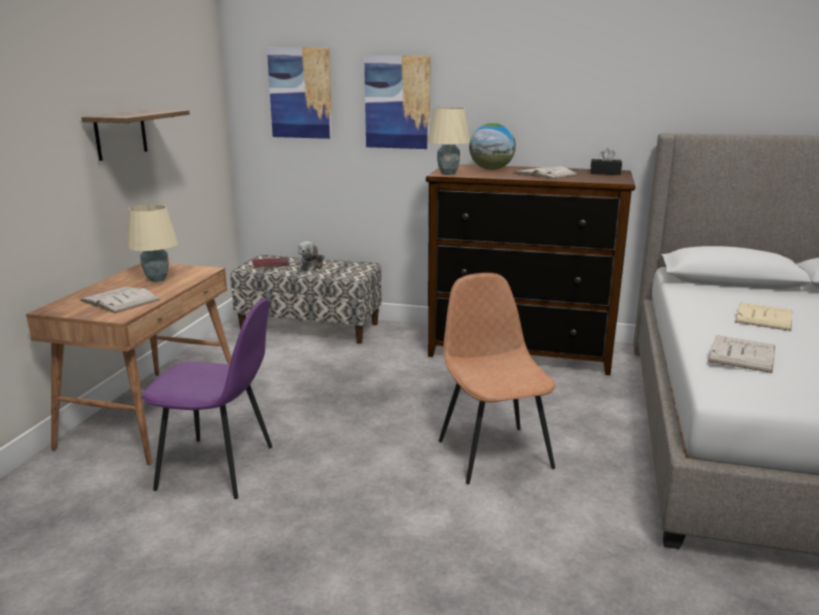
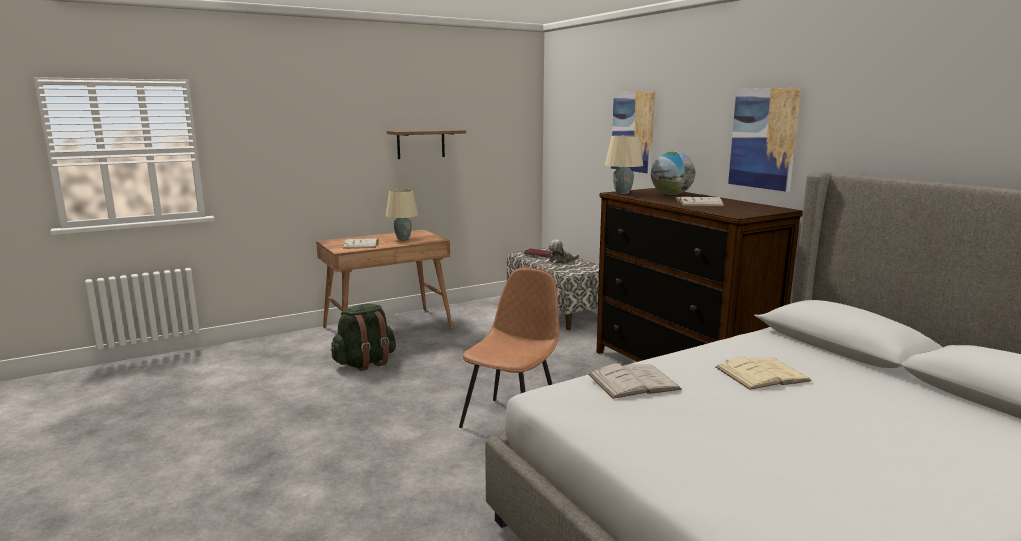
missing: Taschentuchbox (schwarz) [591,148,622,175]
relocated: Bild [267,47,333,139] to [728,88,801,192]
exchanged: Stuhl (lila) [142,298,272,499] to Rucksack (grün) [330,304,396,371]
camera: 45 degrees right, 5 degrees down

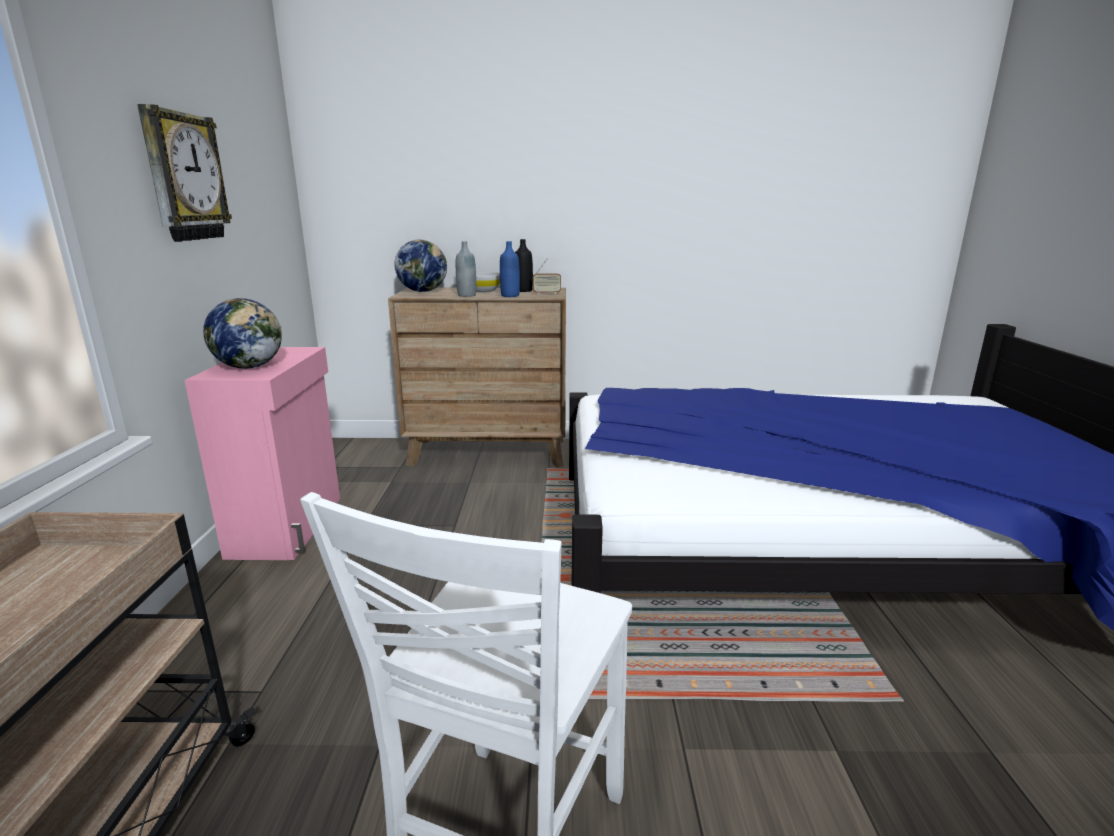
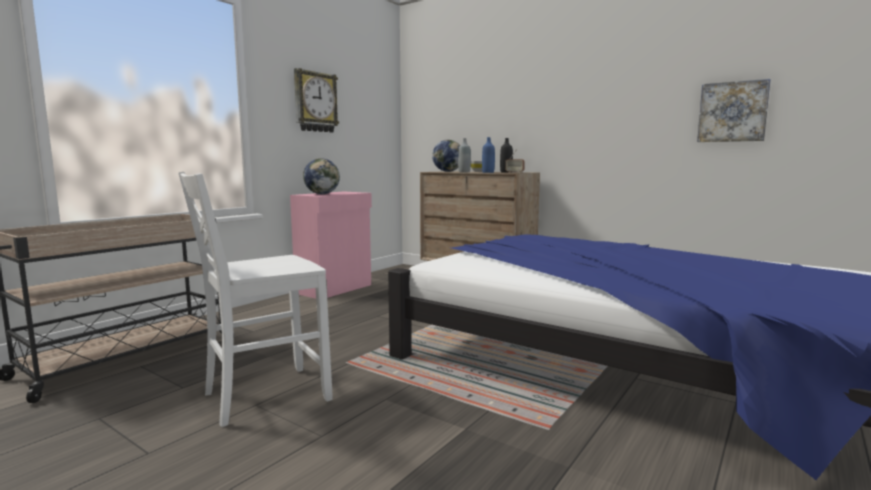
appeared: Bild [697,79,771,142]
camera: 35 degrees right, 10 degrees down

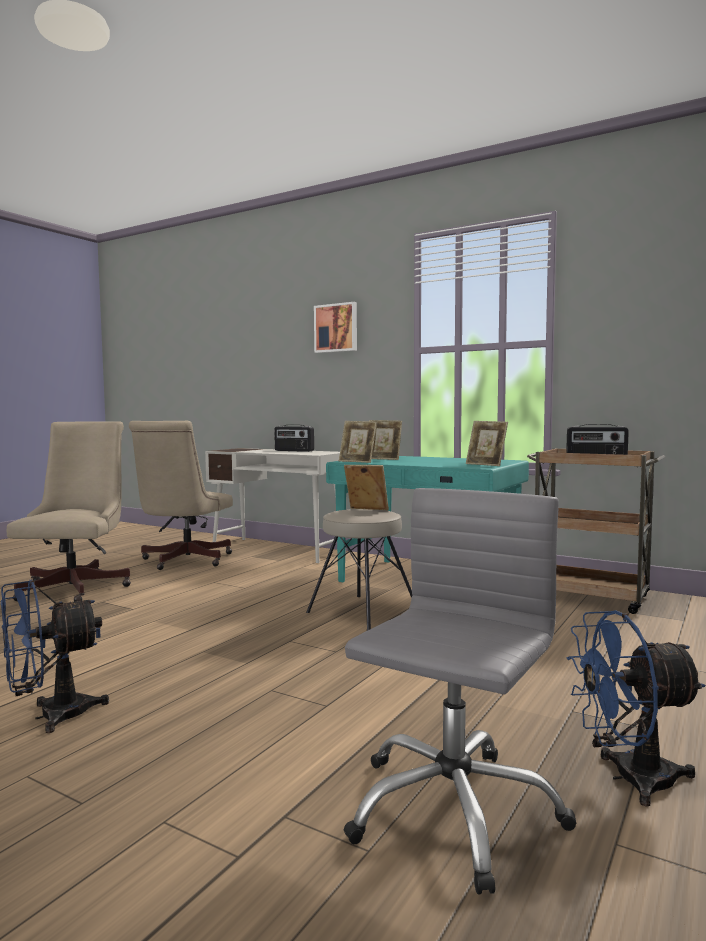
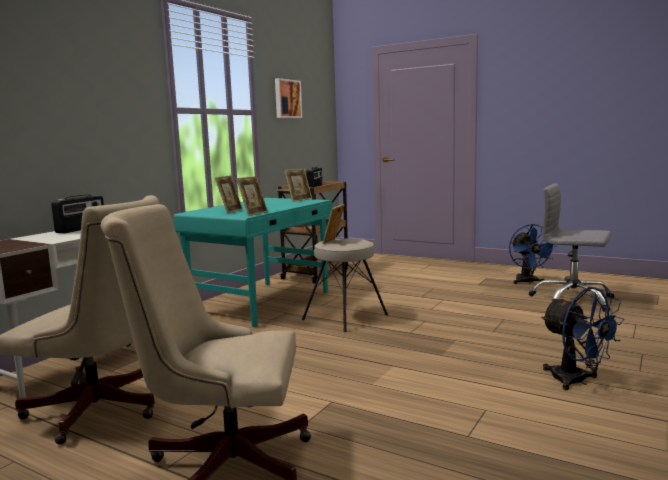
relocated: Bild [314,302,357,353] to [275,78,302,118]
camera: 90 degrees left, 5 degrees up

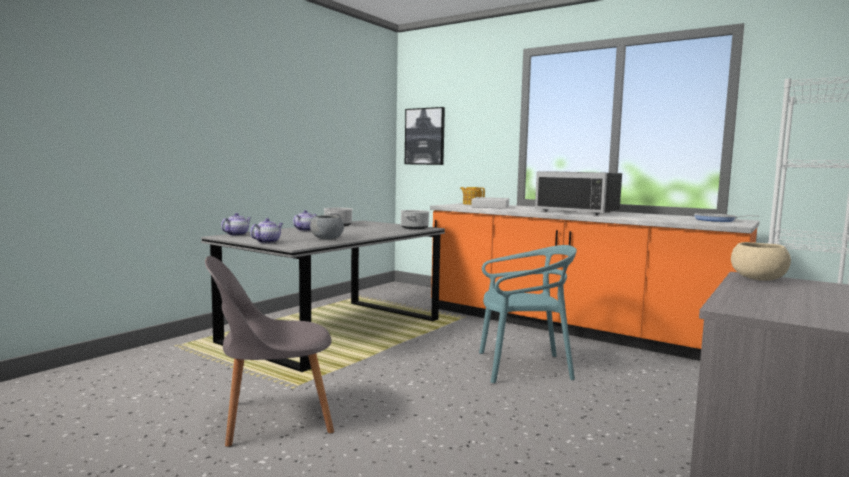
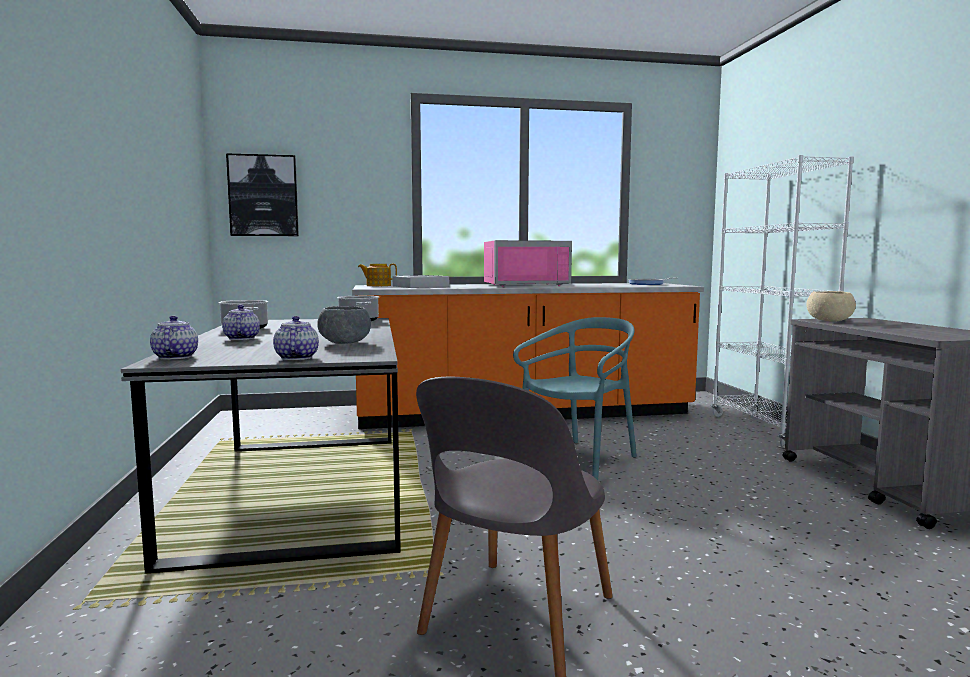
colour: Mikrowelle (schwarz) [535,171,622,215] to Mikrowelle (rosa) [484,240,572,287]
camera: 45 degrees left, 0 degrees up

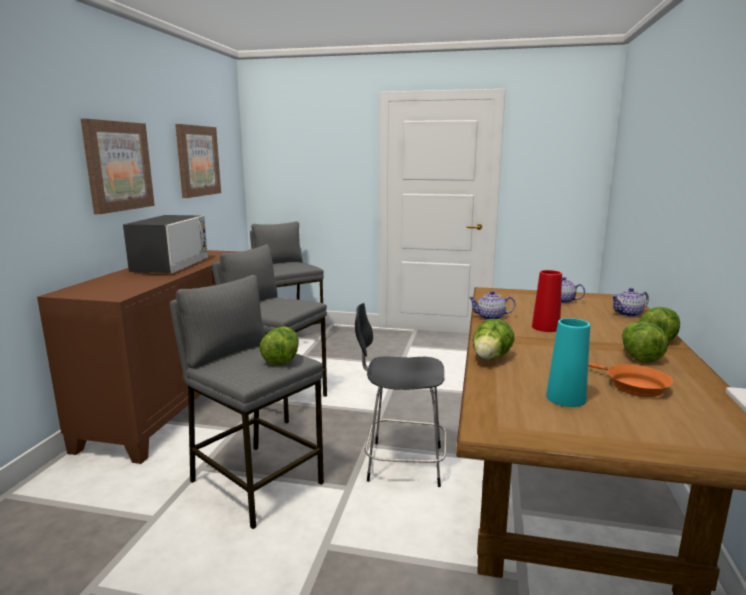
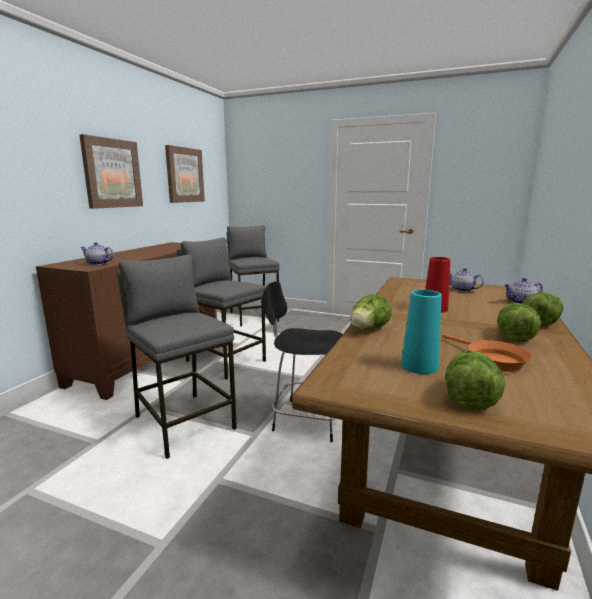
missing: Mikrowelle [123,215,208,274]
relocated: Salatkopf [260,326,299,365] to [445,350,506,410]; Teekanne [468,291,516,320] to [80,242,114,265]
camera: 10 degrees right, 0 degrees up

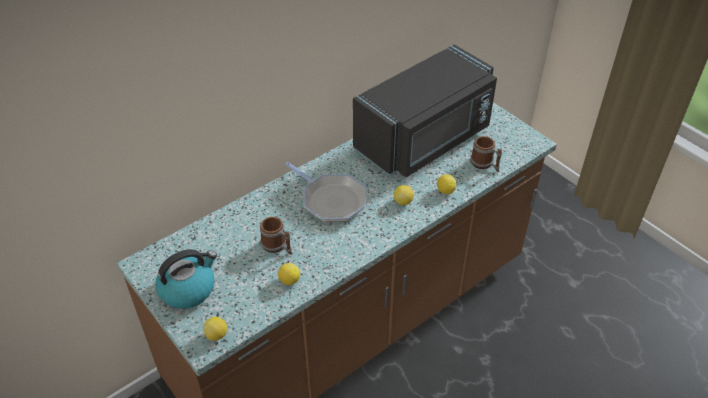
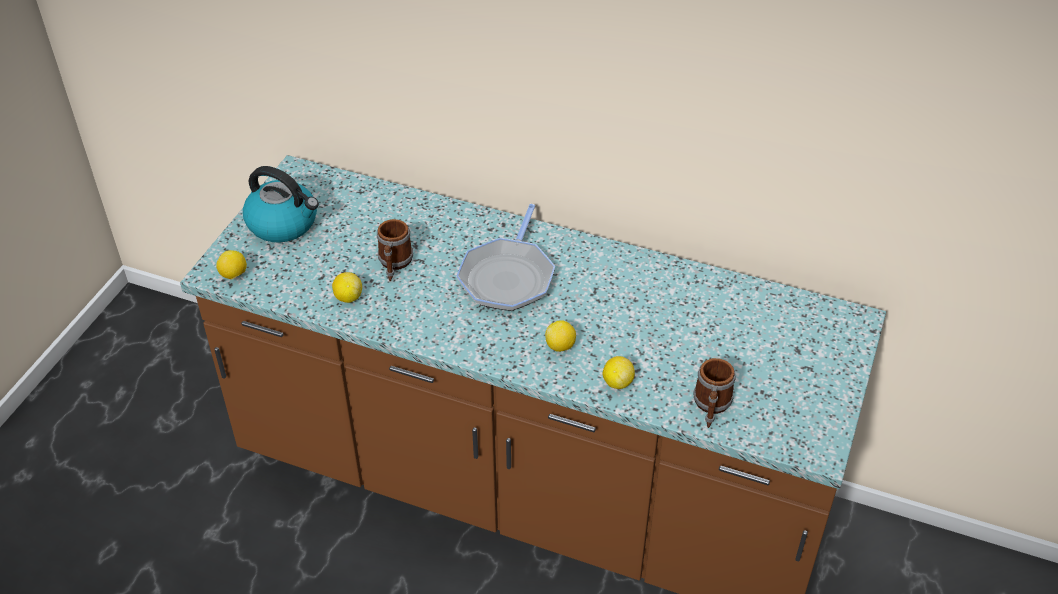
missing: Mikrowelle (schwarz) [353,44,497,177]
camera: 60 degrees right, 0 degrees up

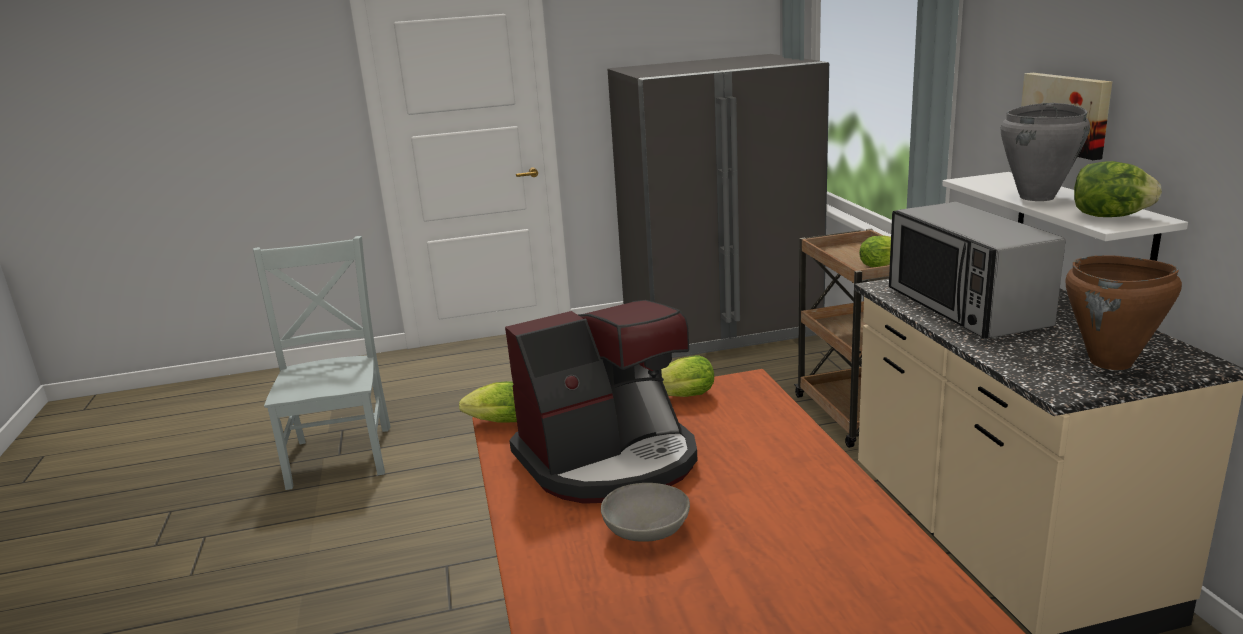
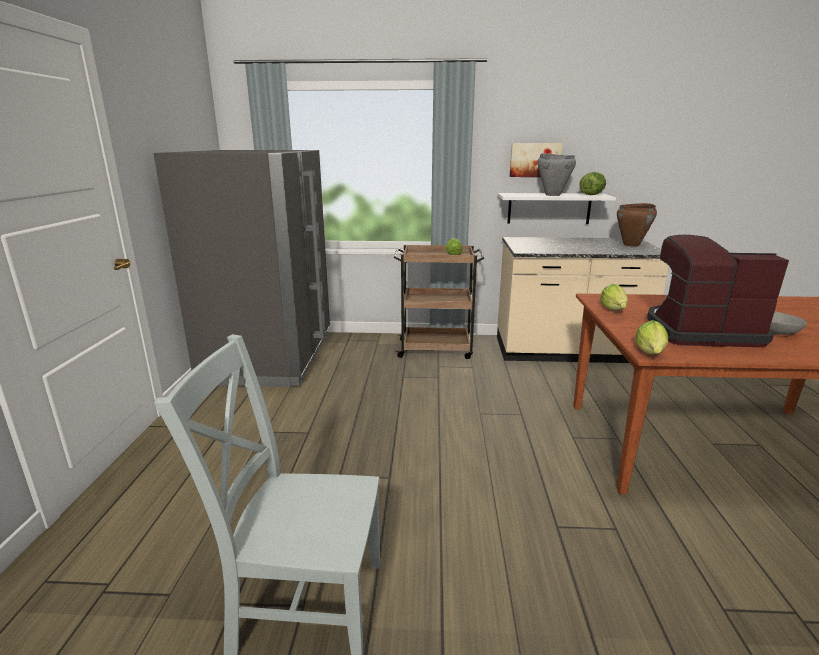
missing: Mikrowelle [889,202,1066,338]
spun: Kaffeemaschine [505,300,698,504] = [647,235,789,347] 75 degrees counterclockwise
camera: 75 degrees left, 0 degrees up

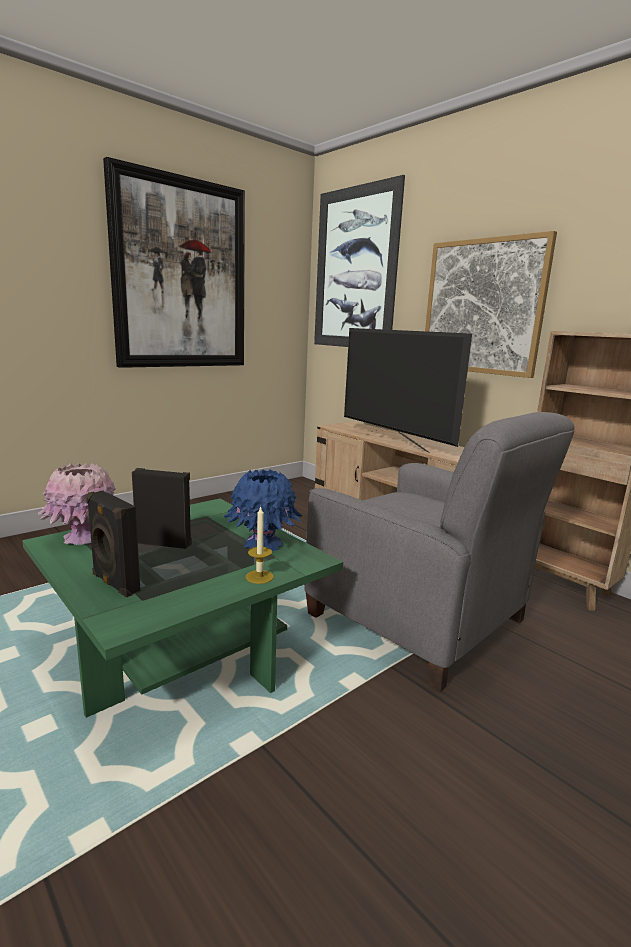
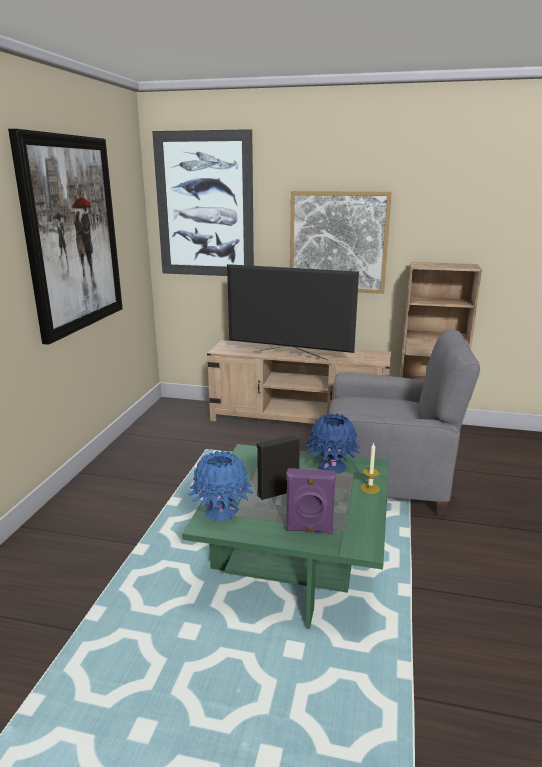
colour: Vase (rosa) [38,463,116,545] to Vase (blau) [189,450,253,522]; Lautsprecher (schwarz) [86,491,141,597] to Lautsprecher (lila) [286,468,336,534]
camera: 35 degrees left, 5 degrees up

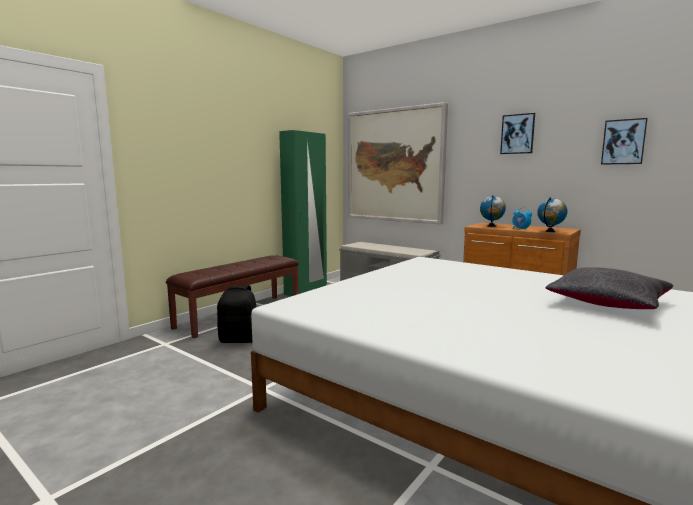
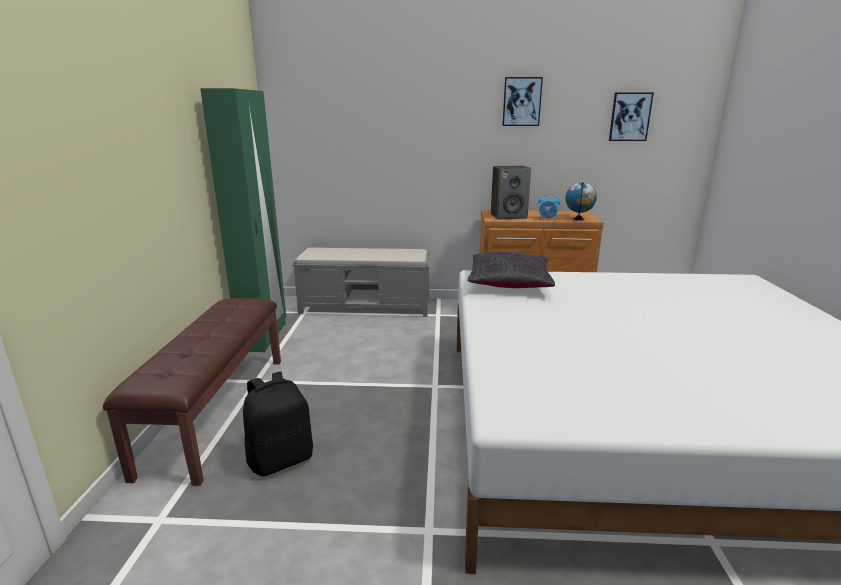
missing: Bild [348,102,448,224]
relocated: Kissen (schwarz) [545,267,673,309] to [467,252,555,288]
exchanged: Globus [480,195,506,227] to Lautsprecher [491,165,531,220]
camera: 35 degrees left, 10 degrees up

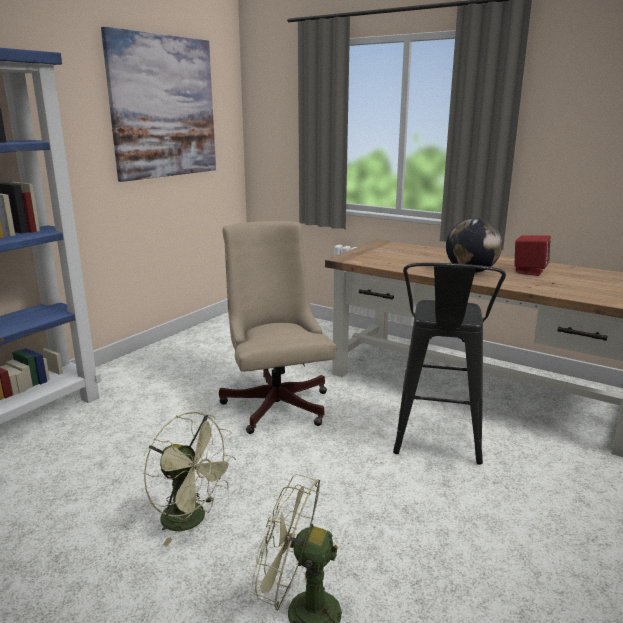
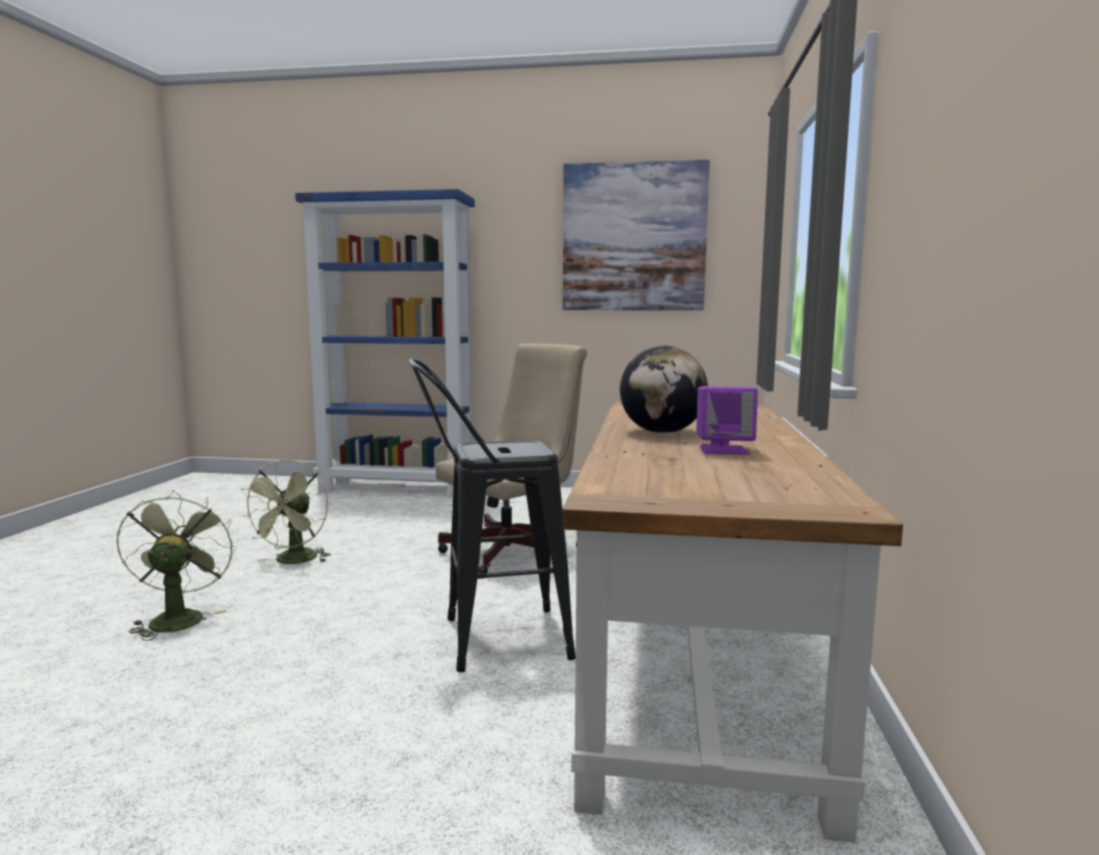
colour: Lautsprecher (rot) [514,235,551,276] to Lautsprecher (lila) [696,386,758,454]
camera: 65 degrees right, 10 degrees down

